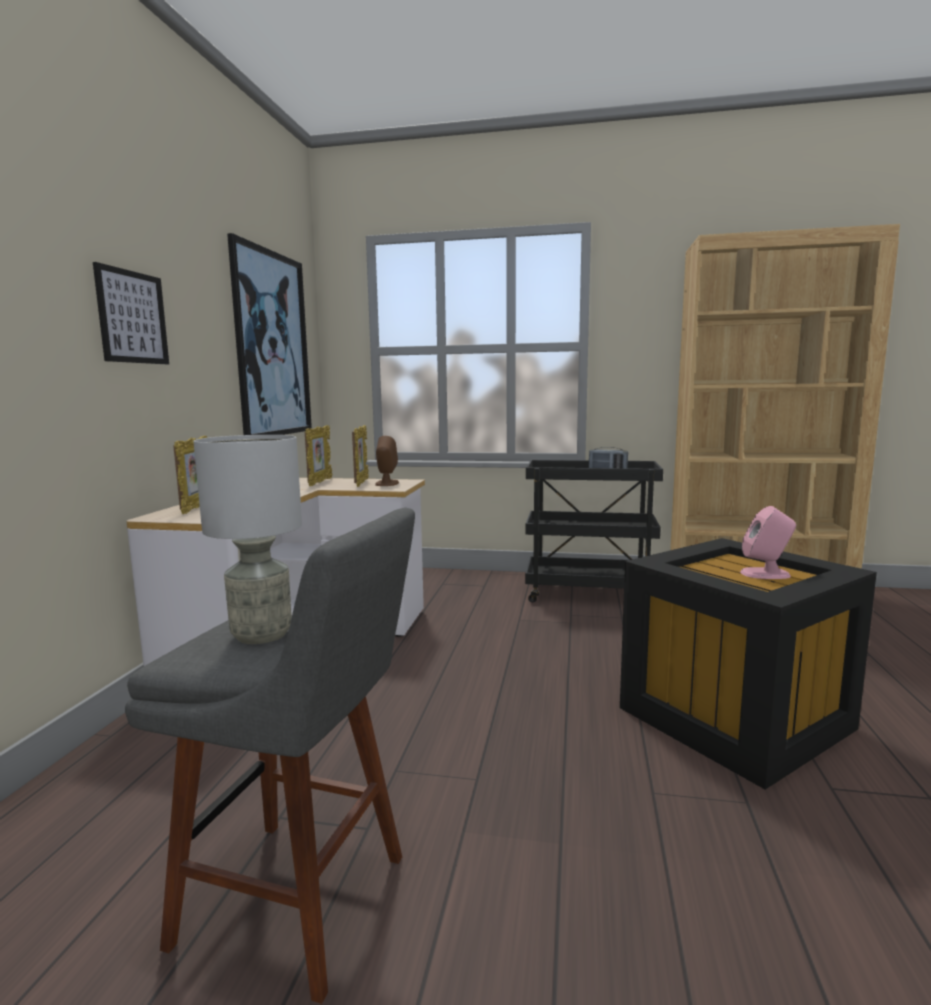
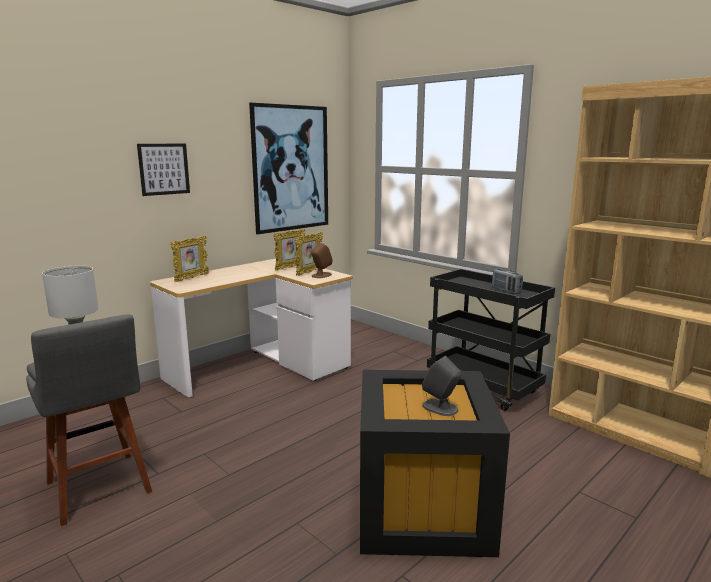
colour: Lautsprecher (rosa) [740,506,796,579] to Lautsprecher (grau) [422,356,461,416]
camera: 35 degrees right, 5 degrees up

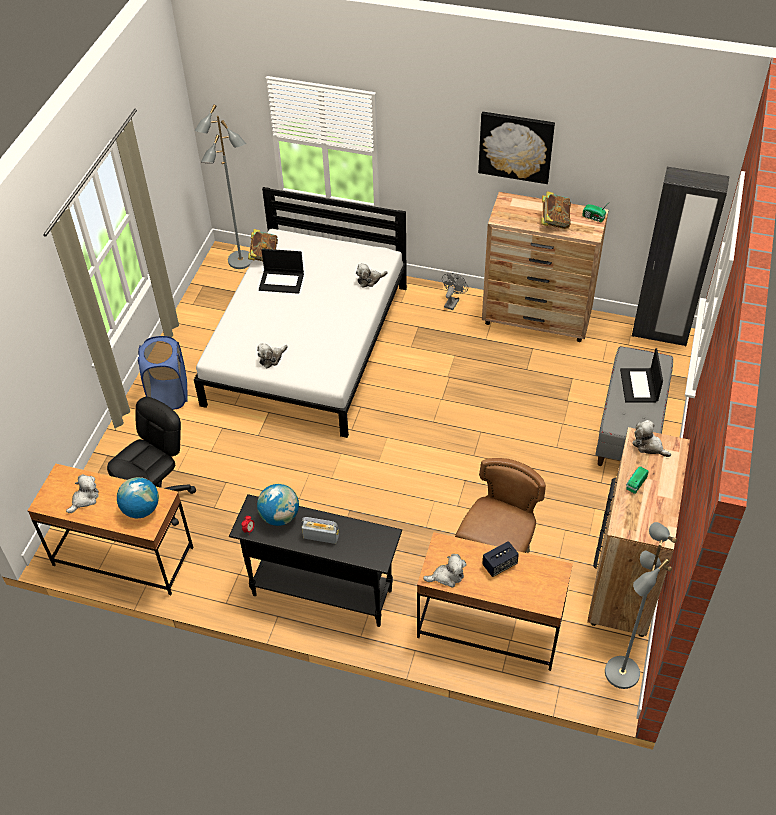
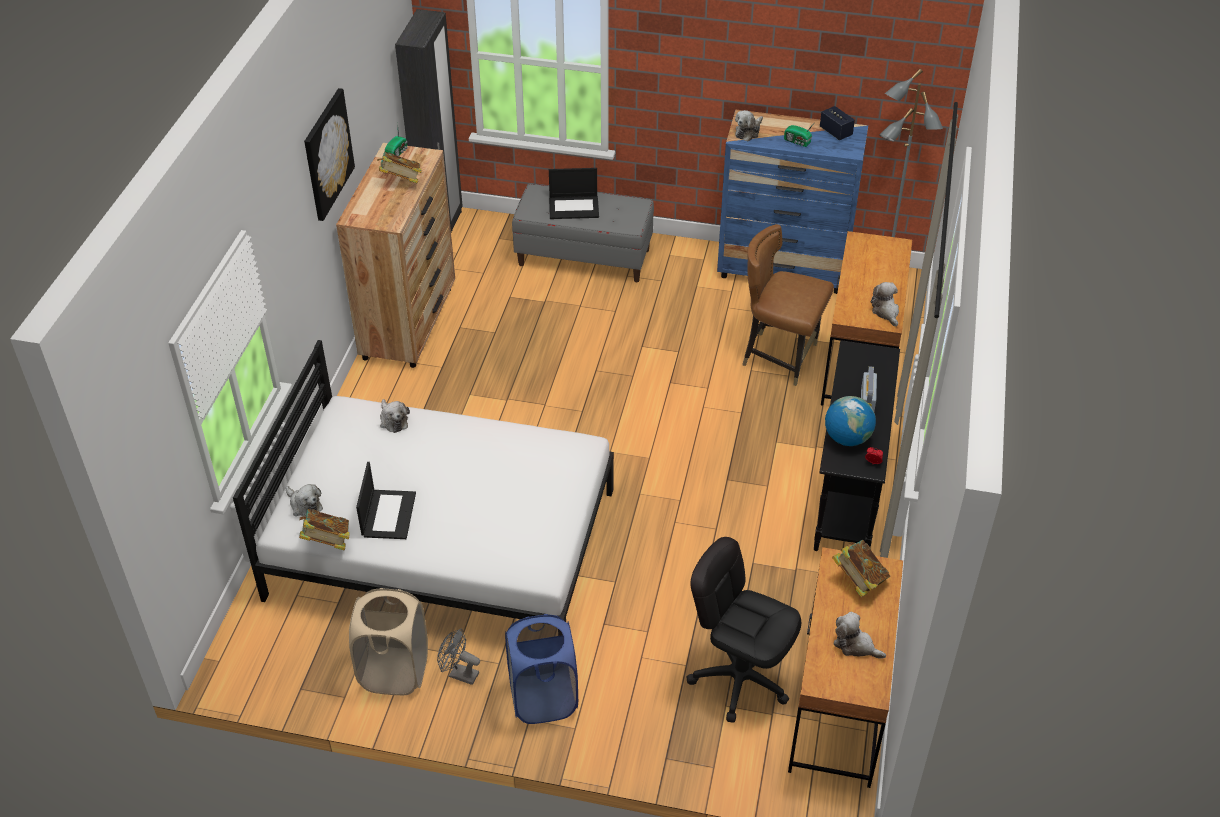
missing: Stehlampe (grau) [194,104,252,269]
appeared: Wäschekorb (beige) [349,588,428,695]
relocated: Plüschtier [257,343,288,368] to [285,484,323,517]; Ventilator (grau) [442,273,468,310] to [437,629,480,685]; Lautsprecher [482,541,519,577] to [820,106,855,140]
exchanged: Globus [117,477,159,518] to Buch [832,540,890,598]
colour: Kommode (braun) [587,427,690,637] to Kommode (blau) [717,109,868,294]
camera: 95 degrees left, 5 degrees down

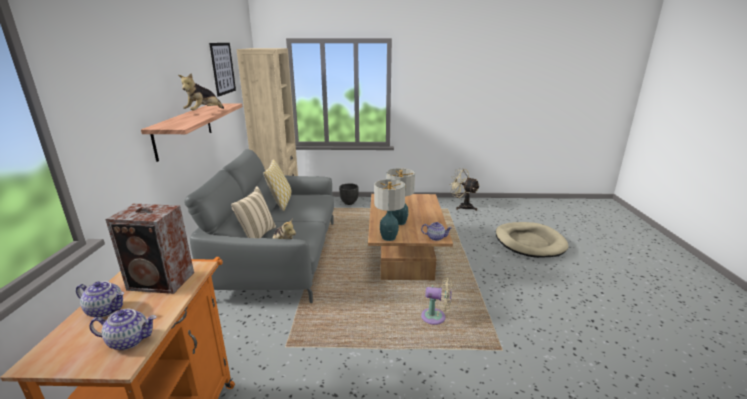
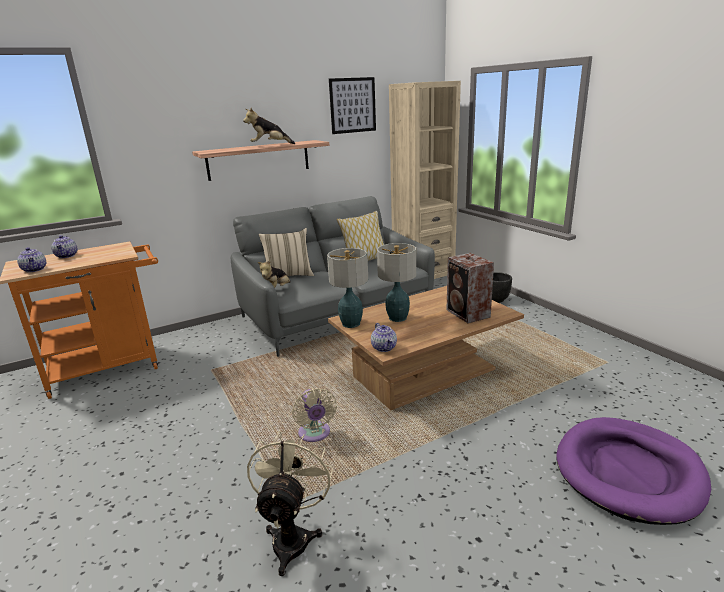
relocated: Lautsprecher [105,203,194,294] to [447,253,494,323]; Ventilator (beige) [450,168,479,211] to [247,431,333,576]
colour: Hundebett (beige) [496,222,569,258] to Hundebett (lila) [556,417,711,525]
camera: 60 degrees right, 0 degrees up

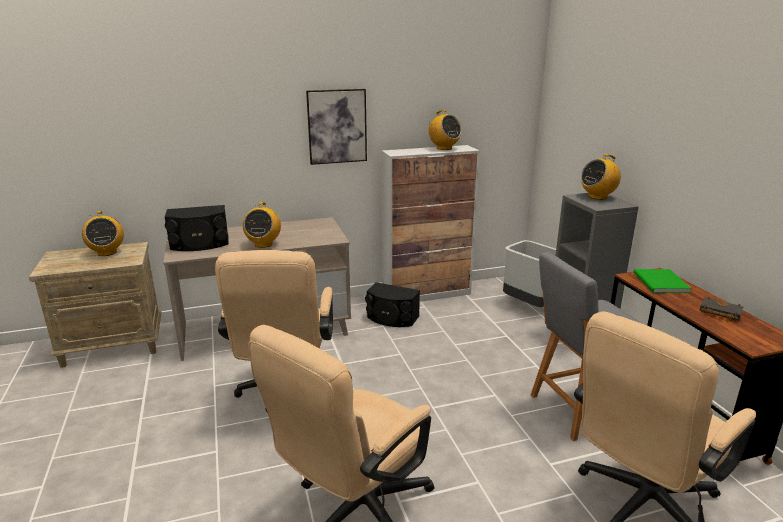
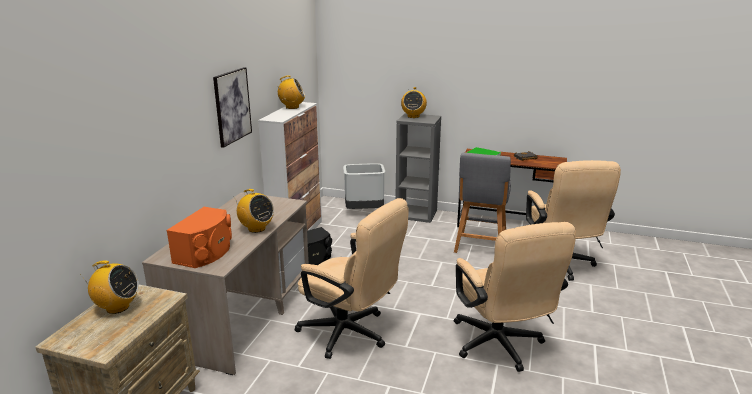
colour: Lautsprecher (schwarz) [165,205,229,251] to Lautsprecher (orange) [166,207,232,268]
camera: 55 degrees left, 0 degrees up

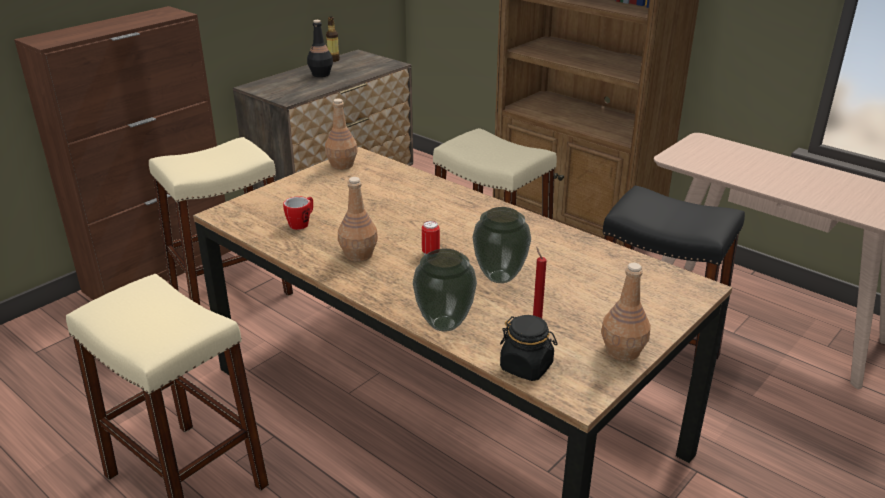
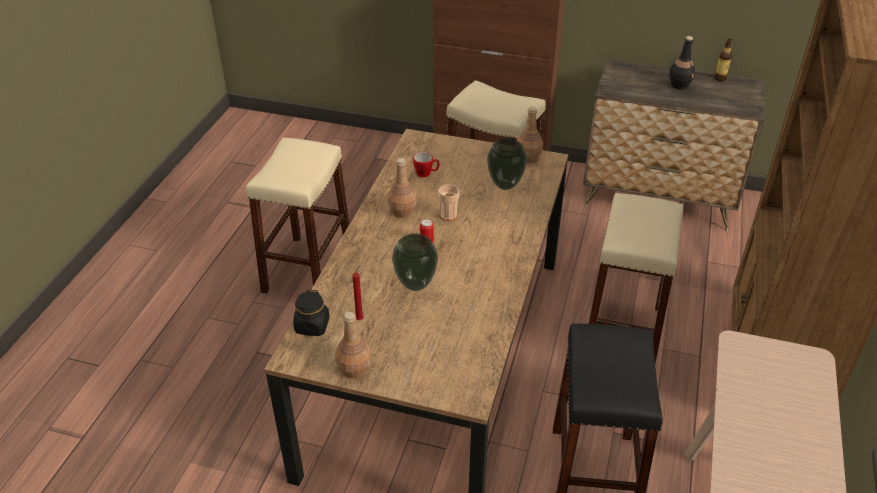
appeared: Tasse [438,184,459,221]
relocated: Vase [413,249,477,332] to [487,138,527,190]
camera: 65 degrees right, 10 degrees up

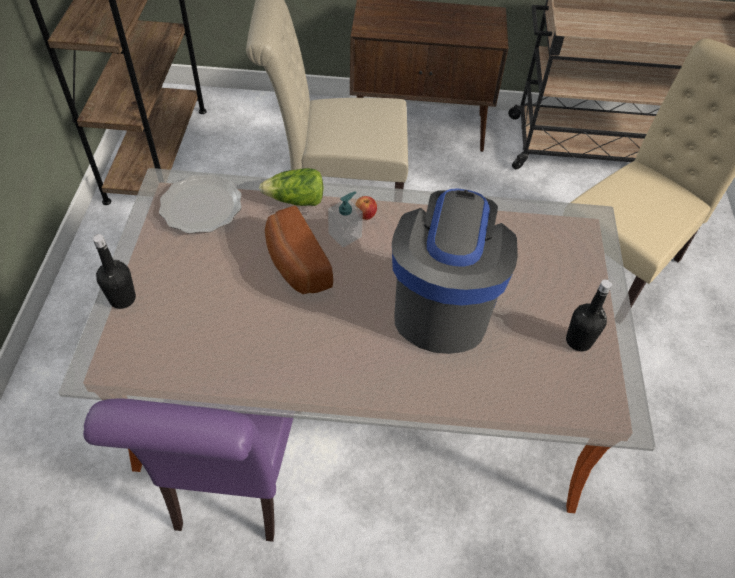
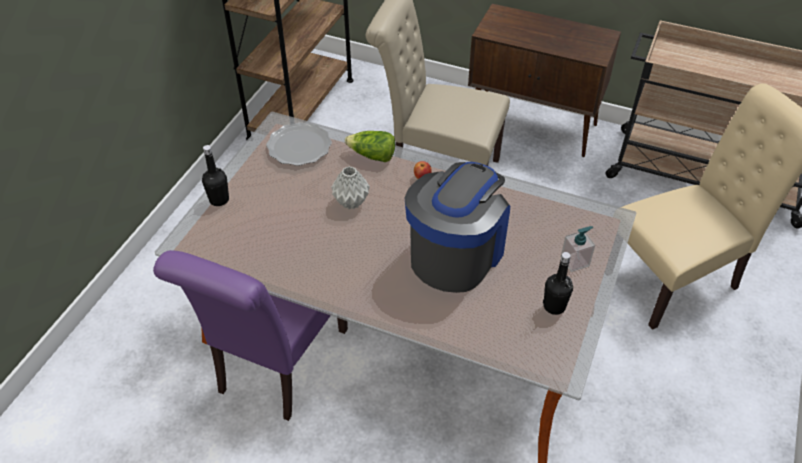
relocated: Seifenspender [328,191,363,248] to [561,226,595,272]
exchanged: Brot [265,205,333,294] to Vase (grau) [331,166,370,209]
camera: 20 degrees right, 5 degrees down

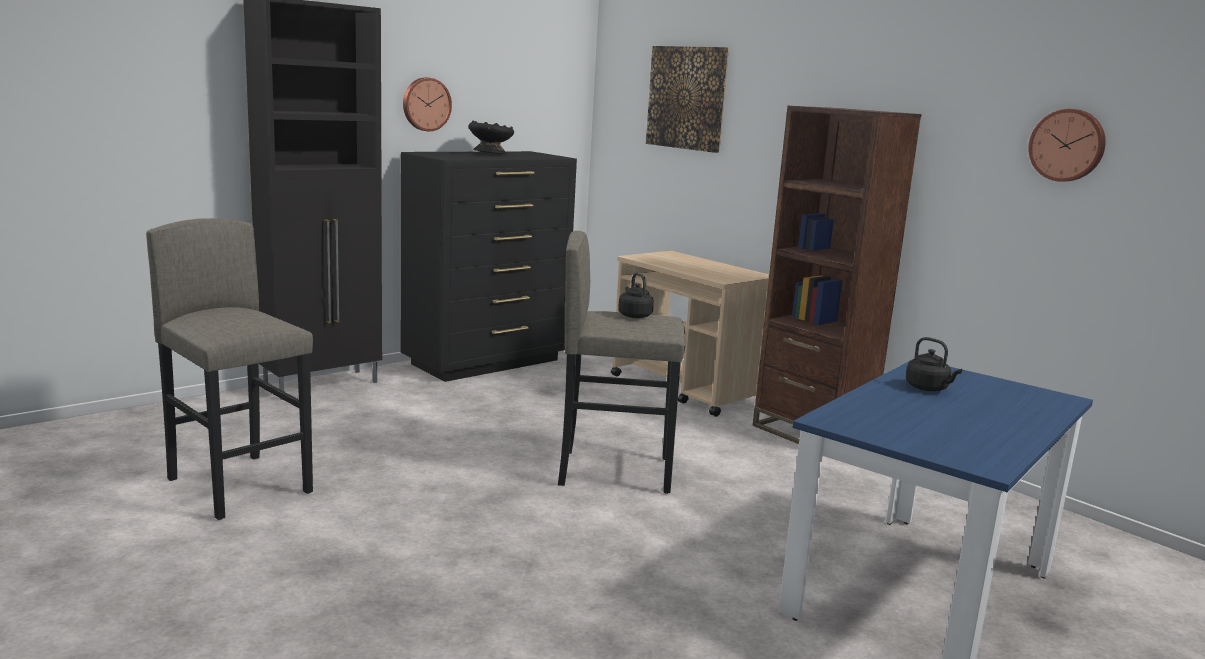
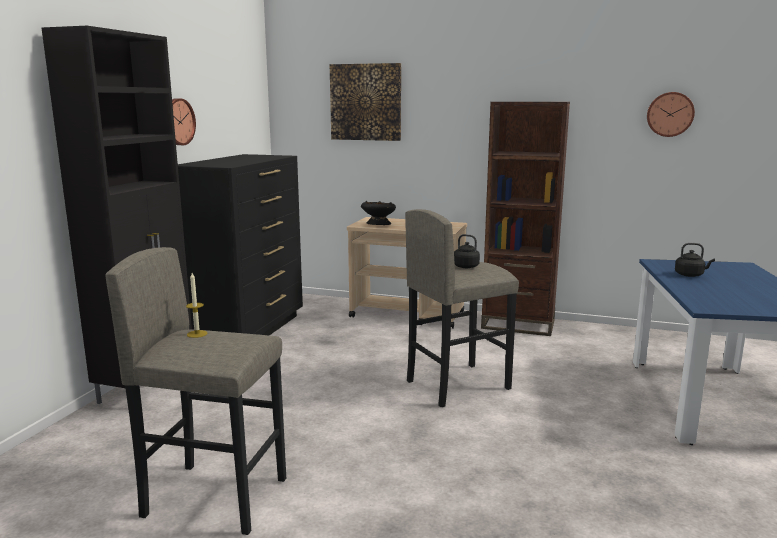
appeared: Kerze [186,273,208,338]
relocated: Schüssel (schwarz) [468,120,514,155] to [361,201,396,225]
camera: 30 degrees left, 0 degrees up

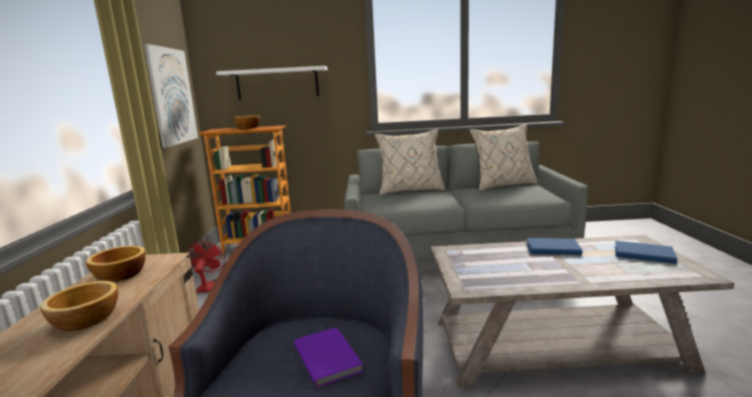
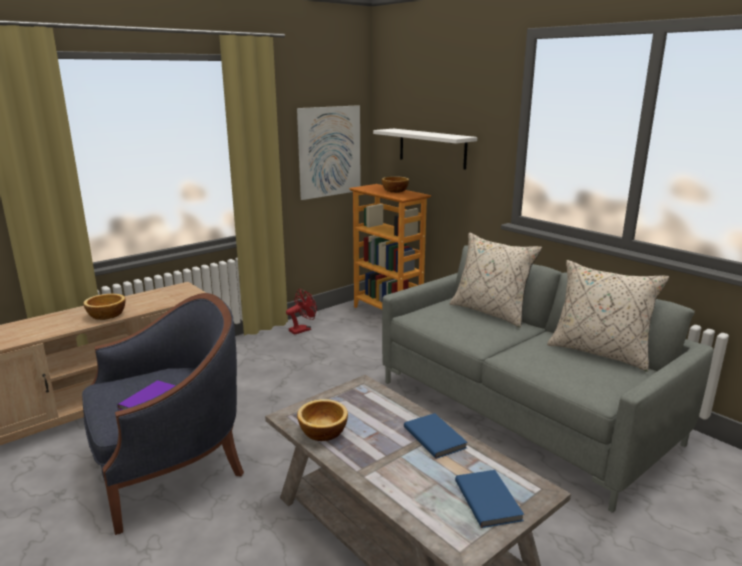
relocated: Schüssel [86,246,146,282] to [297,399,348,441]
camera: 50 degrees right, 5 degrees up

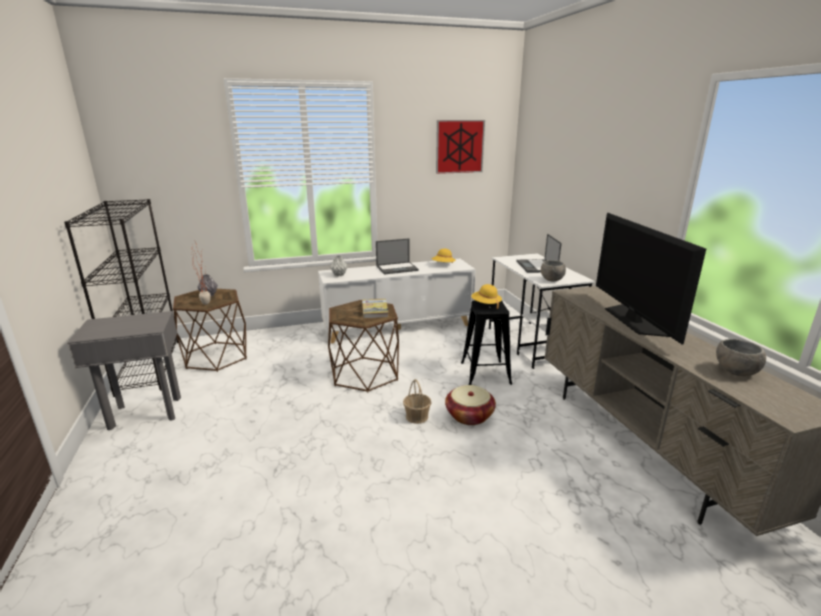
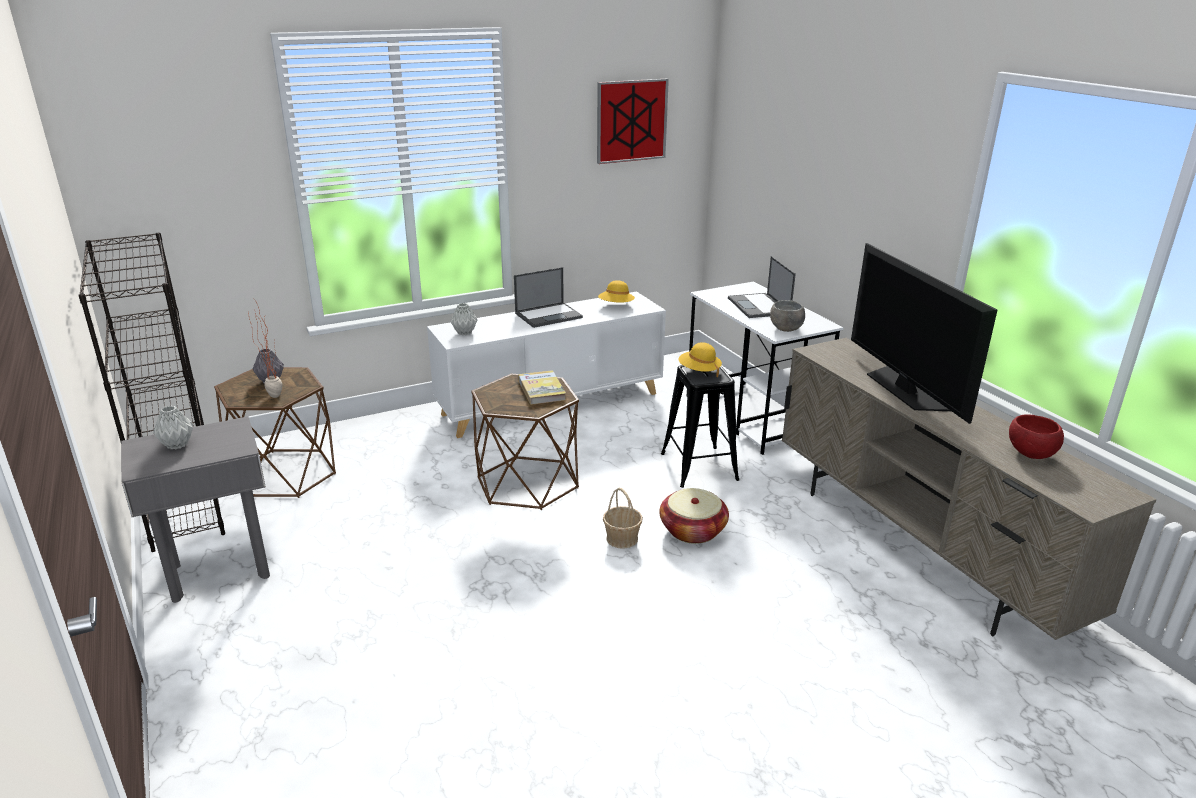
appeared: Vase (grau) [153,405,193,450]
colour: Schüssel (grau) [716,339,766,376] to Schüssel (rot) [1009,414,1064,459]
camera: 10 degrees left, 5 degrees up

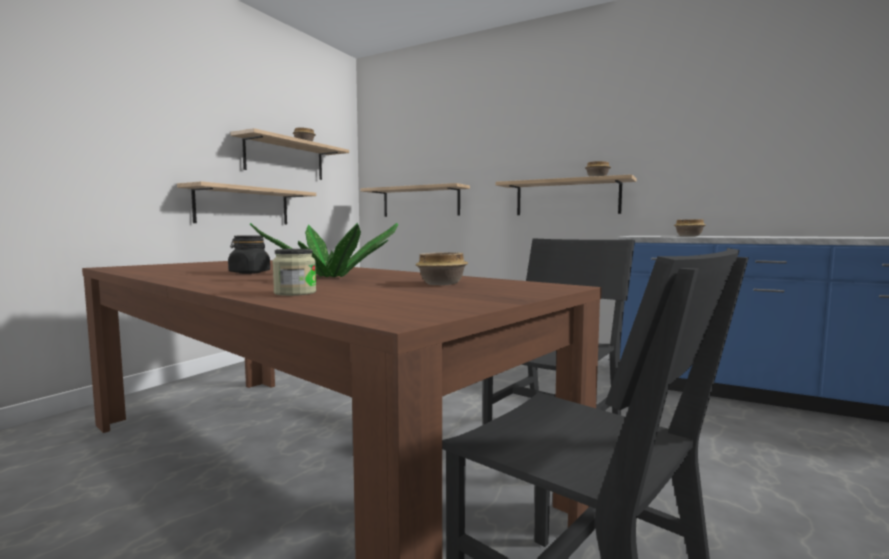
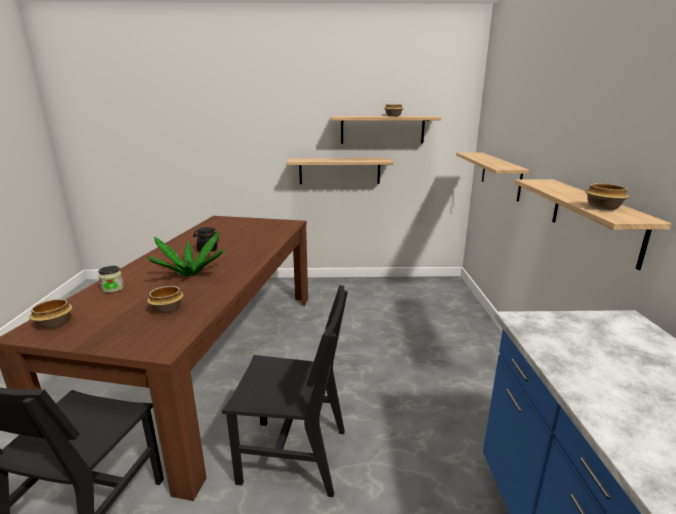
relocated: Schüssel [674,219,706,236] to [29,299,72,329]
camera: 60 degrees right, 15 degrees up

